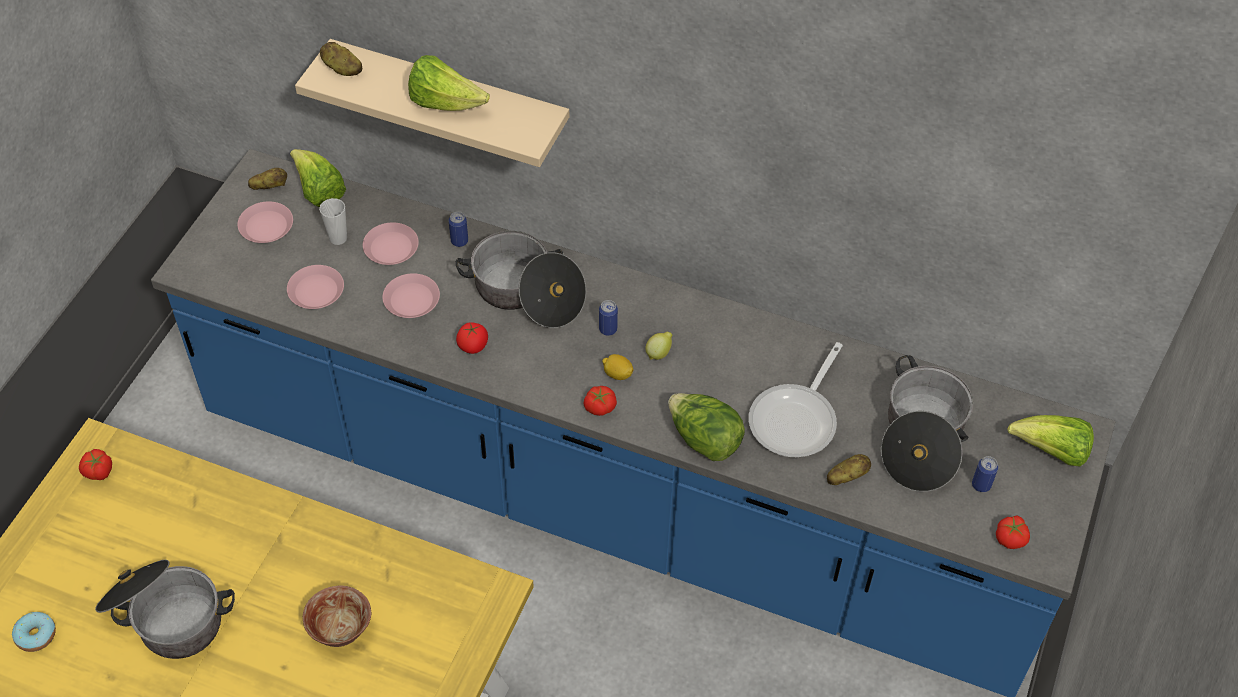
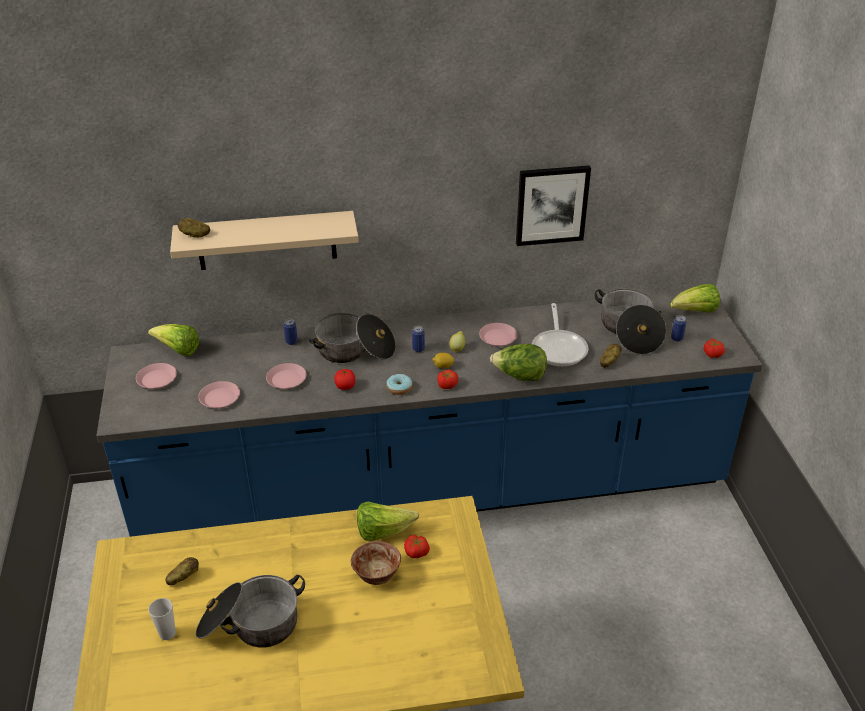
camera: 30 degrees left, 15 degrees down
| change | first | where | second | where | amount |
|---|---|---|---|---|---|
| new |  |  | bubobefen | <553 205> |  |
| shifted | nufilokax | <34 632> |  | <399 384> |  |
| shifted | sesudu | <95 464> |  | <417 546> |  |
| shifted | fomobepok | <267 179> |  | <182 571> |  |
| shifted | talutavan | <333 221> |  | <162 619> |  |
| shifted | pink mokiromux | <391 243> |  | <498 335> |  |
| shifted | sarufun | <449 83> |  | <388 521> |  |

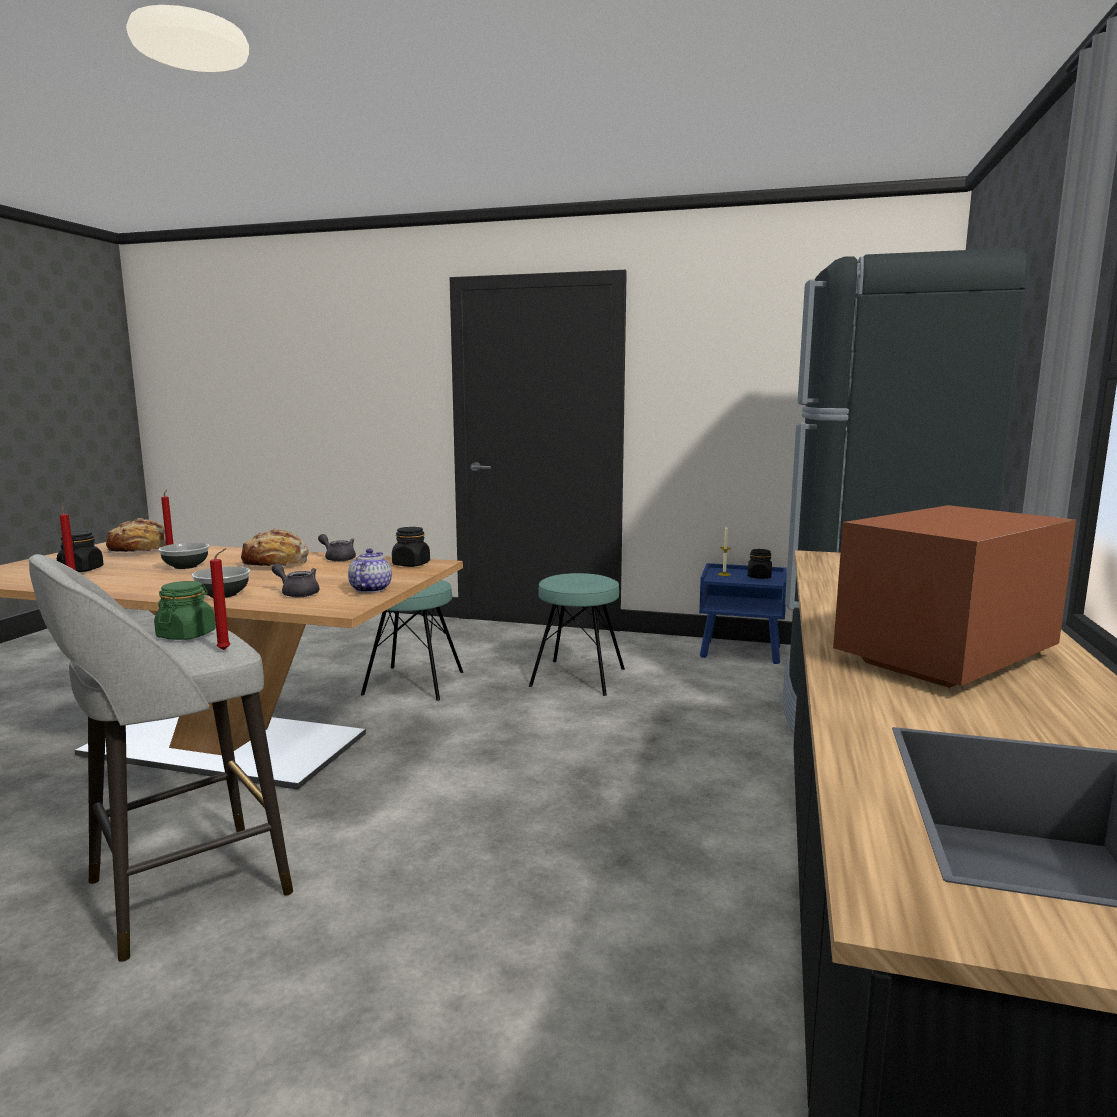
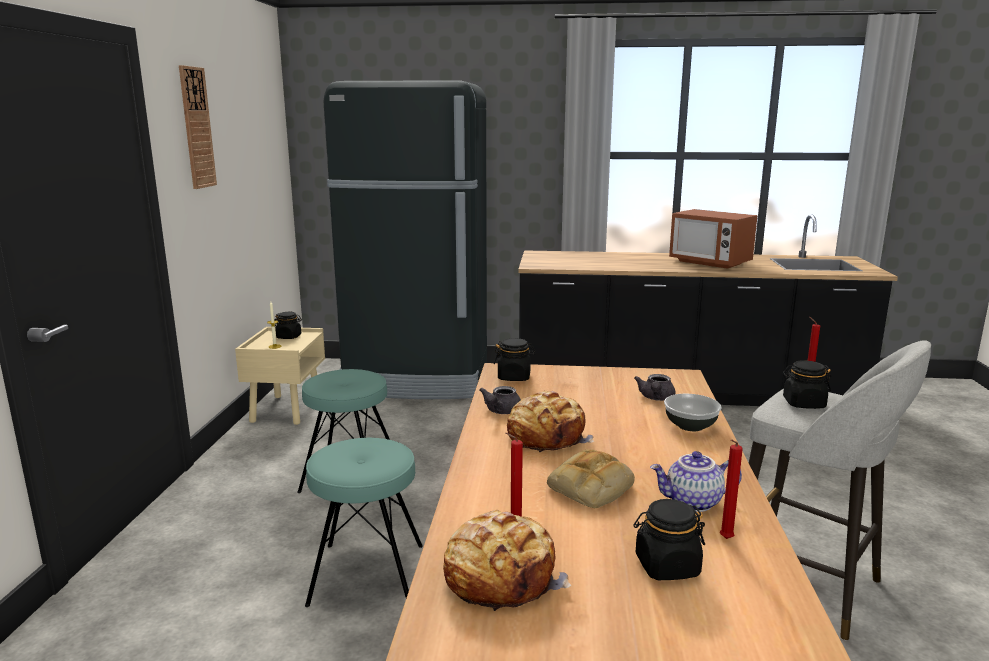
camera: 100 degrees left, 5 degrees up
| change | first | where | second | where | amount |
|---|---|---|---|---|---|
| new |  |  | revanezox | <198 127> |  |
| shifted | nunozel | <370 571> |  | <696 481> |  |
| swapped | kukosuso | <183 556> | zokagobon | <591 478> |  |
| repainted | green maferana | <185 610> | black maferana | <806 384> |  |
| repainted | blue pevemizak | <743 613> | beige pevemizak | <280 376> |  |

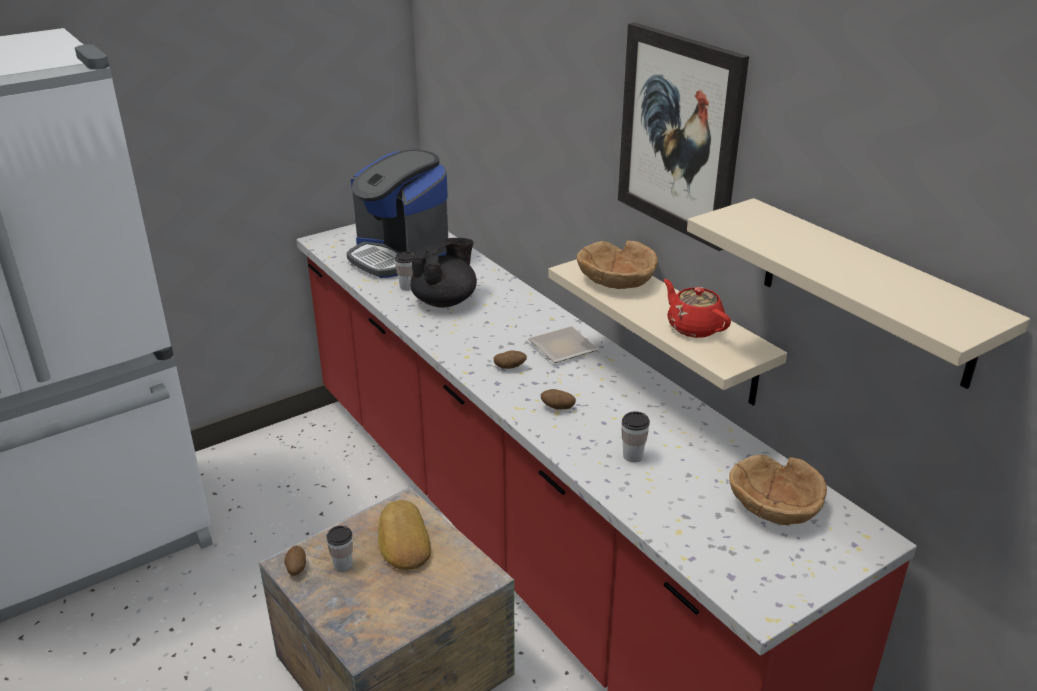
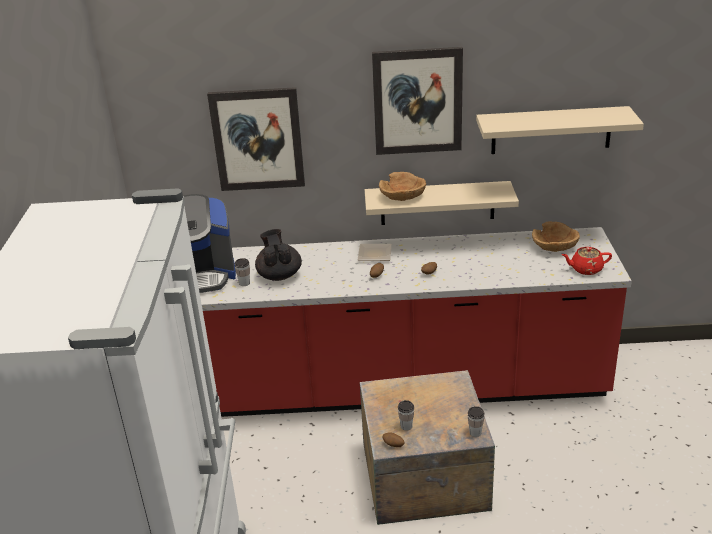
camera: 55 degrees left, 0 degrees up
| change | first | where | second | where | amount |
|---|---|---|---|---|---|
| gone | zokagobon | <404 535> |  |  |  |
| new |  |  | bubobefen | <256 139> |  |
| shifted | talutavan | <635 436> |  | <476 421> |  |
| shifted | red nunozel | <697 308> |  | <586 261> |  |

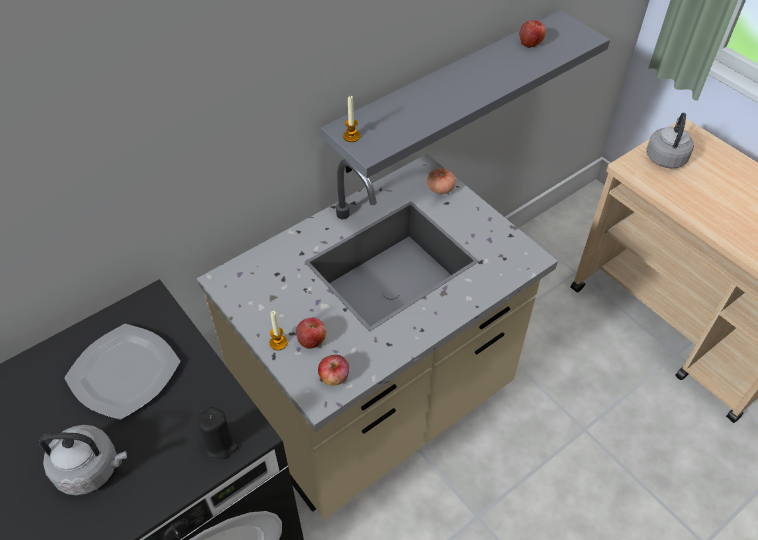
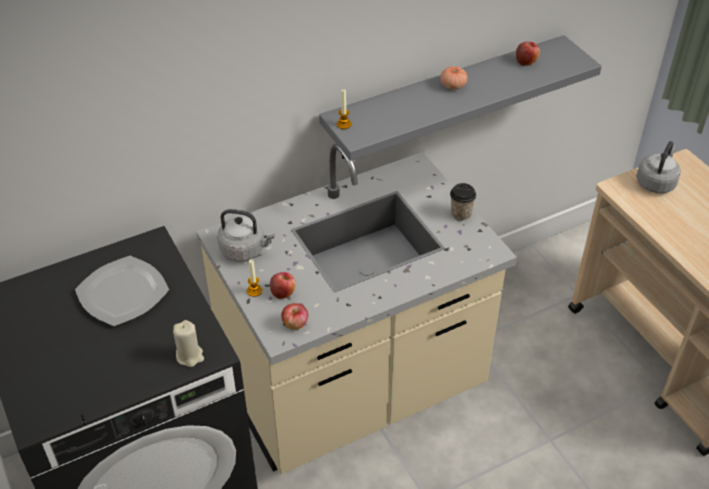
camera: 10 degrees right, 5 degrees down
| change | first | where | second | where | amount |
|---|---|---|---|---|---|
| new |  |  | talutavan | <463 202> |  |
| shifted | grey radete | <83 460> |  | <246 235> |  |
| shifted | sesudu | <441 181> |  | <454 78> |  |
| repainted | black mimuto | <218 433> | beige mimuto | <188 343> |  |

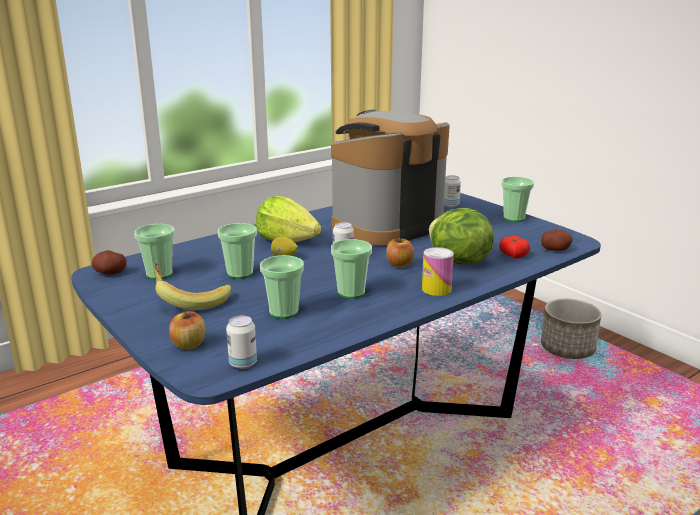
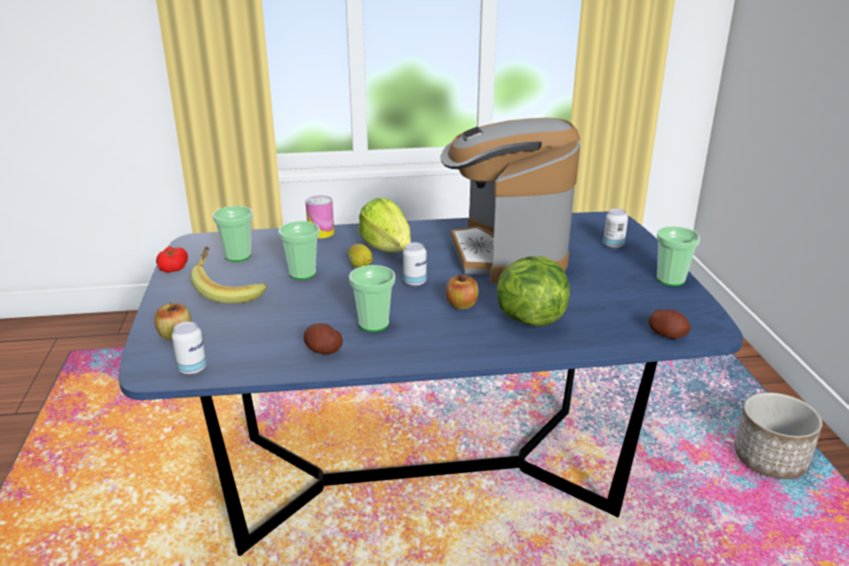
camera: 30 degrees right, 5 degrees up
| change | first | where | second | where | amount |
|---|---|---|---|---|---|
| gone | talutavan | <282 287> |  |  |  |
| shifted | fomobepok | <109 262> |  | <323 338> |  |
| shifted | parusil | <438 271> |  | <319 217> |  |
| shifted | sesudu | <514 247> |  | <172 259> |  |
| rotated | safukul | <390 178> |  | <510 200> | 90 degrees counterclockwise |

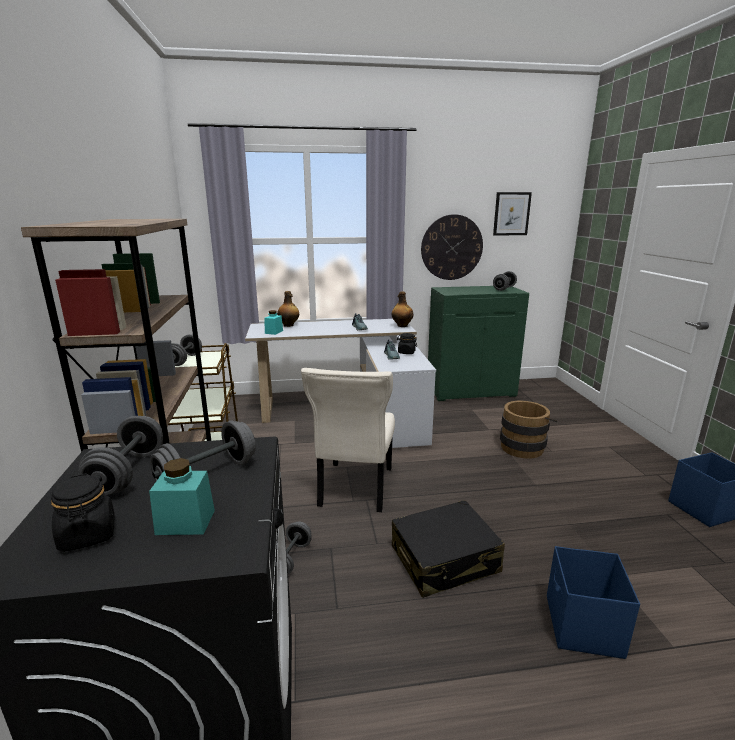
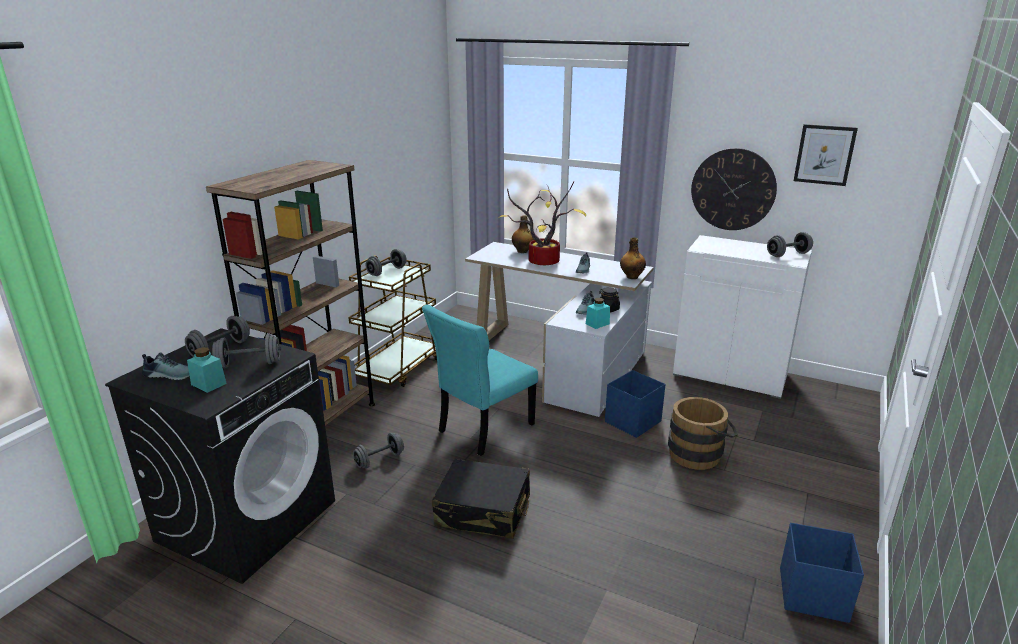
camera: 35 degrees right, 5 degrees up
| change | first | where | second | where | amount |
|---|---|---|---|---|---|
| new |  |  | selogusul | <542 223> |  |
| shifted | turquoise maferana | <273 322> |  | <598 313> |  |
| shifted | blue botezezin | <593 602> |  | <635 404> |  |
| swapped | black maferana | <82 512> | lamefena | <165 366> |  |
| repainted | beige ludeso | <348 440> | turquoise ludeso | <480 380> |  |
| repainted | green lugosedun | <478 343> | white lugosedun | <742 317> |  |

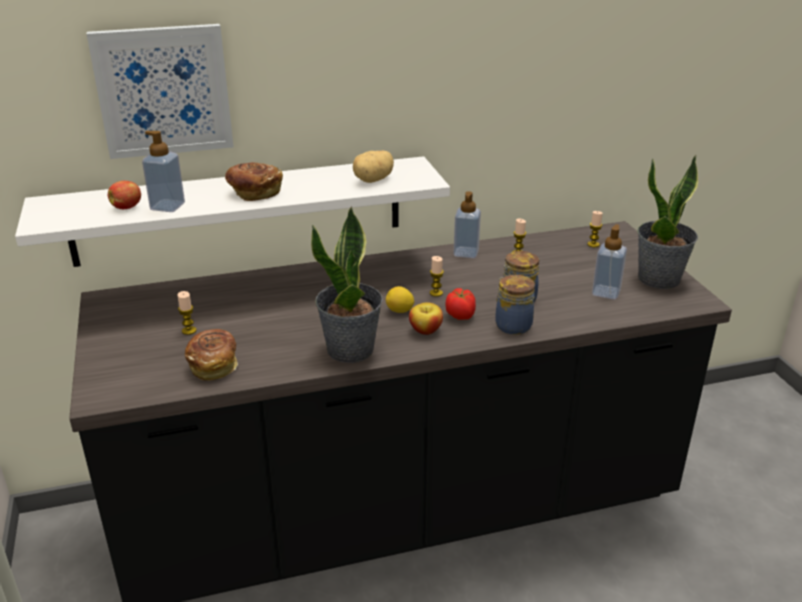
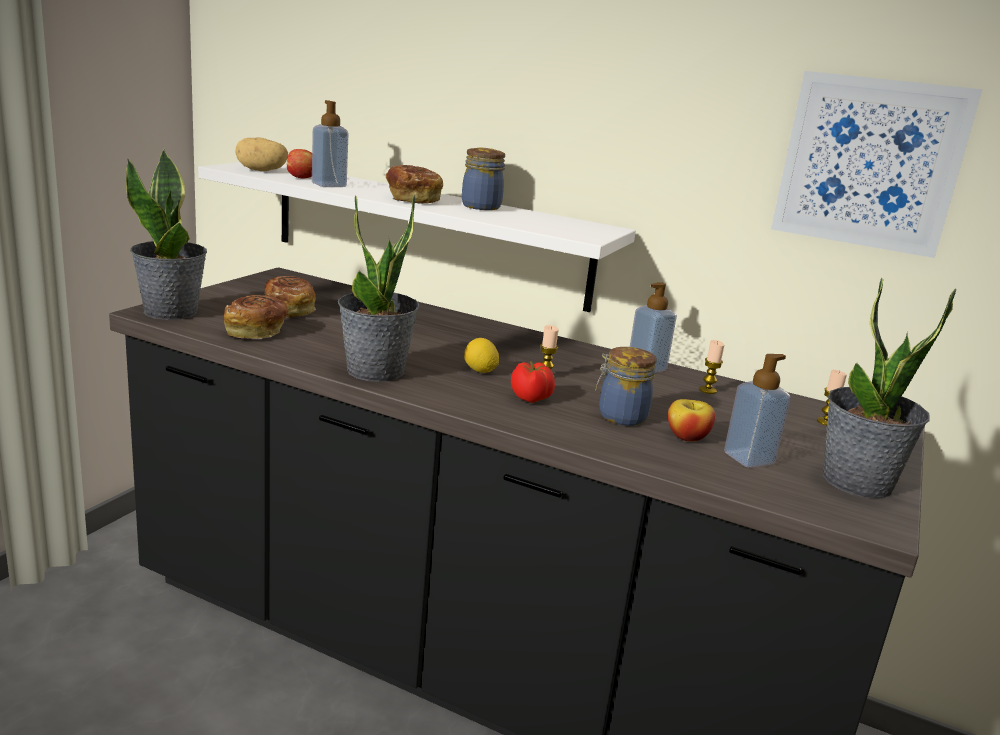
camera: 40 degrees right, 10 degrees down
| change | first | where | second | where | amount |
|---|---|---|---|---|---|
| new |  |  | selogusul | <166 234> |  |
| shifted | bubobefen | <160 91> |  | <877 164> |  |
| shifted | fomobepok | <373 167> |  | <261 154> |  |
| shifted | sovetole | <426 319> |  | <691 420> |  |
| shifted | maferana | <515 305> |  | <483 179> |  |
| swapped | mimuto | <187 313> | zokagobon | <290 296> |  |

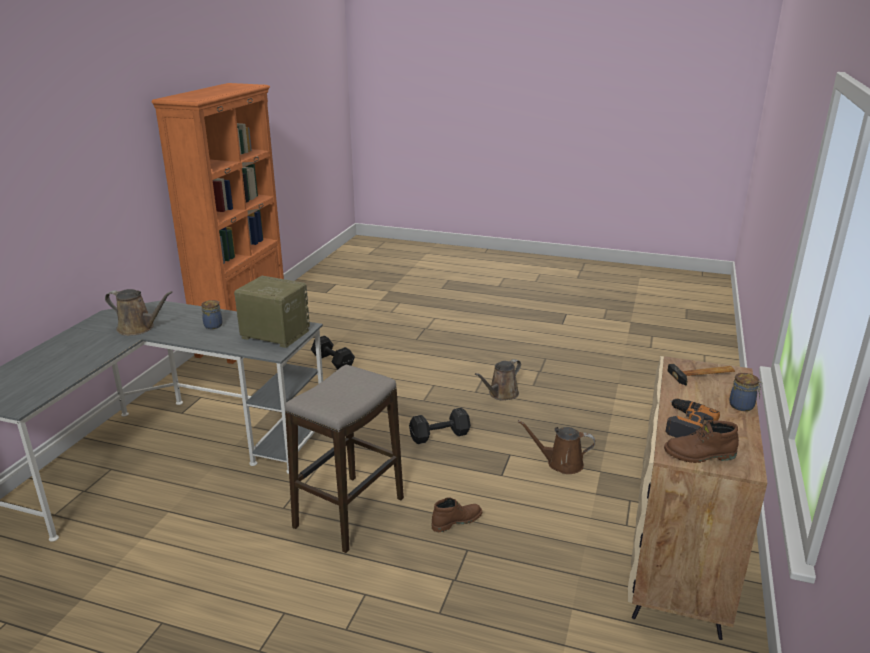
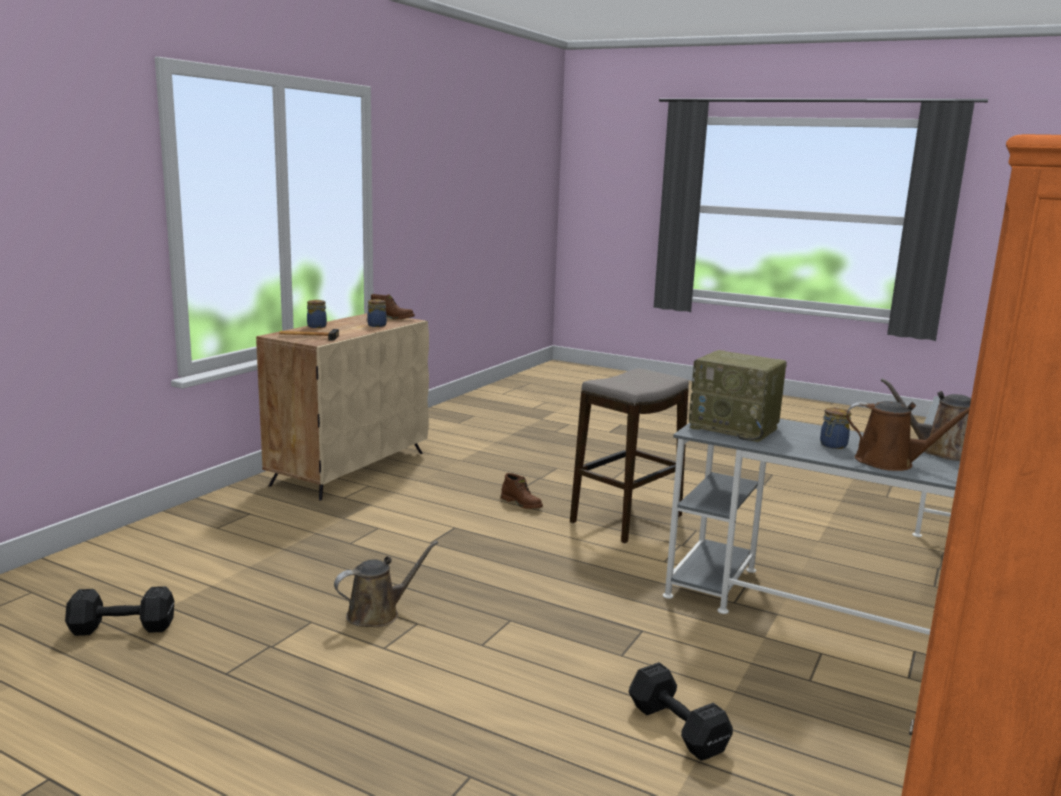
camera: 170 degrees left, 10 degrees down
| change | first | where | second | where | amount |
|---|---|---|---|---|---|
| shifted | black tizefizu | <440 426> |  | <119 611> |  |
| shifted | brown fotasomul | <556 447> |  | <908 436> |  |
| swapped | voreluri | <692 418> | maferana | <377 313> |  |
| rotated | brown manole | <457 514> |  | <522 491> | 120 degrees counterclockwise |

